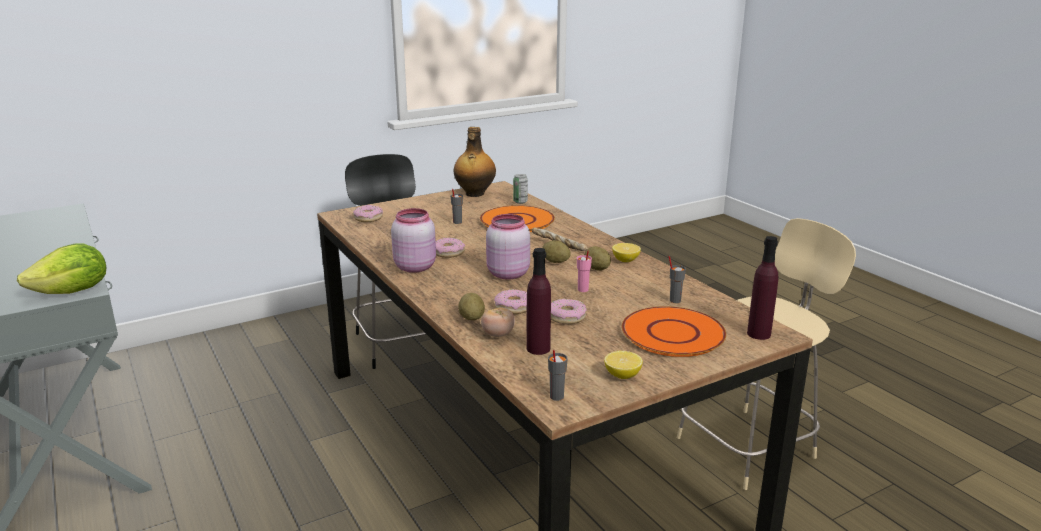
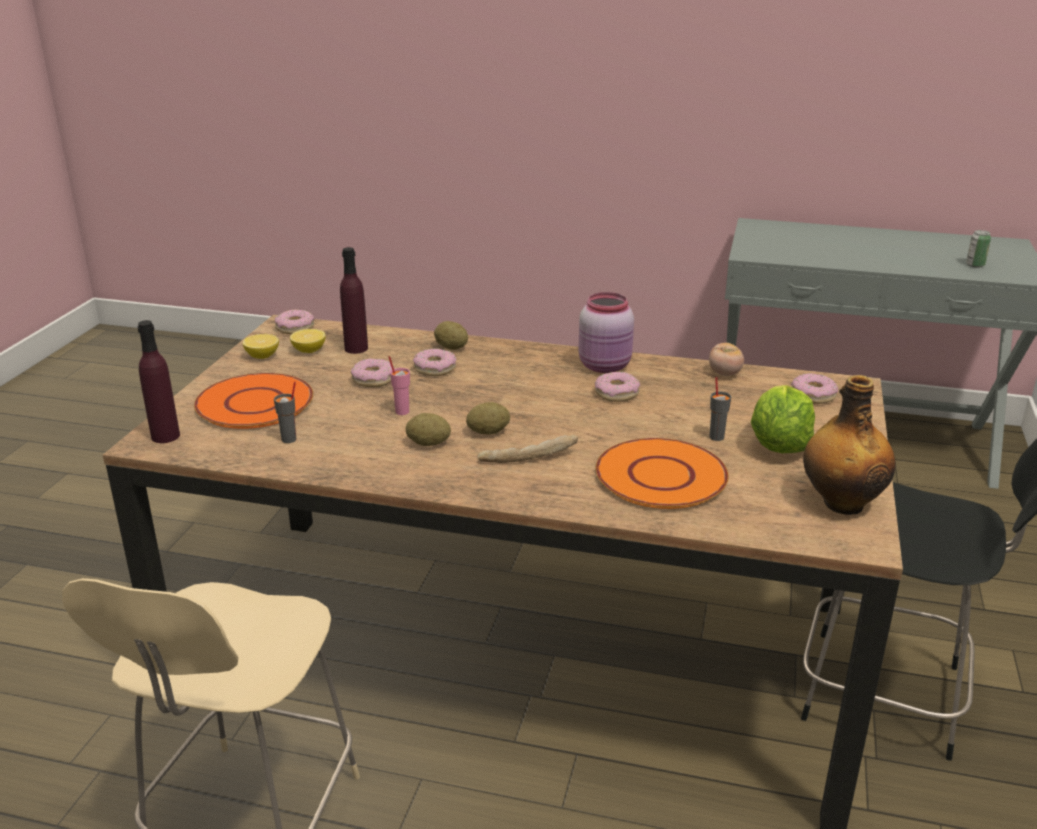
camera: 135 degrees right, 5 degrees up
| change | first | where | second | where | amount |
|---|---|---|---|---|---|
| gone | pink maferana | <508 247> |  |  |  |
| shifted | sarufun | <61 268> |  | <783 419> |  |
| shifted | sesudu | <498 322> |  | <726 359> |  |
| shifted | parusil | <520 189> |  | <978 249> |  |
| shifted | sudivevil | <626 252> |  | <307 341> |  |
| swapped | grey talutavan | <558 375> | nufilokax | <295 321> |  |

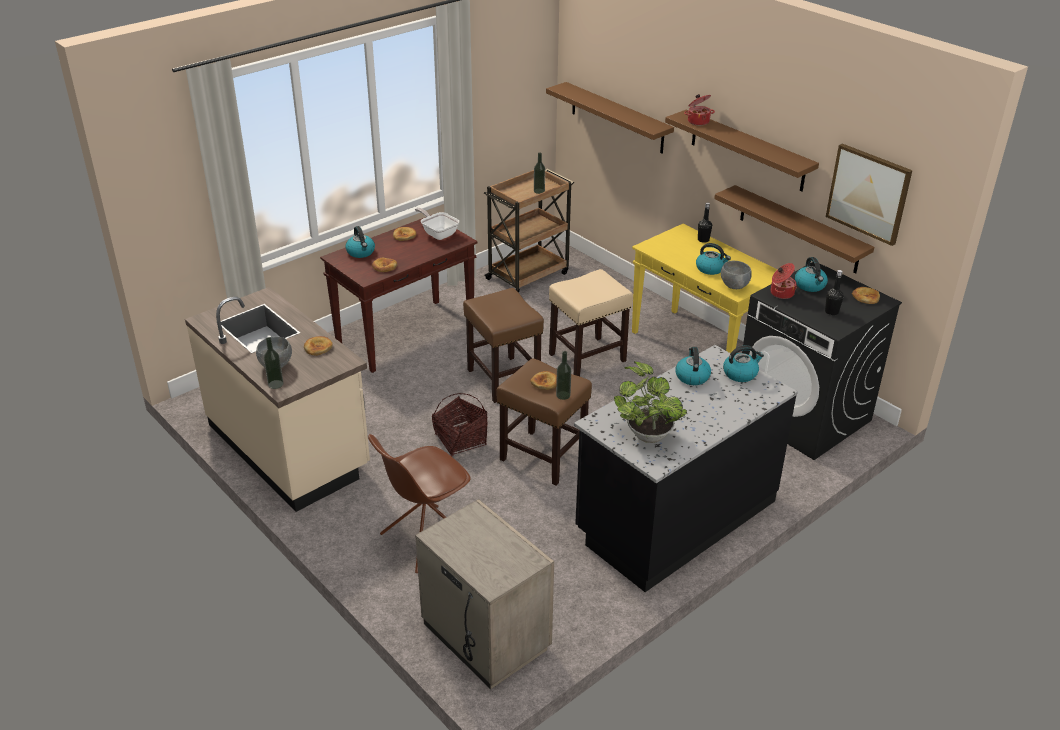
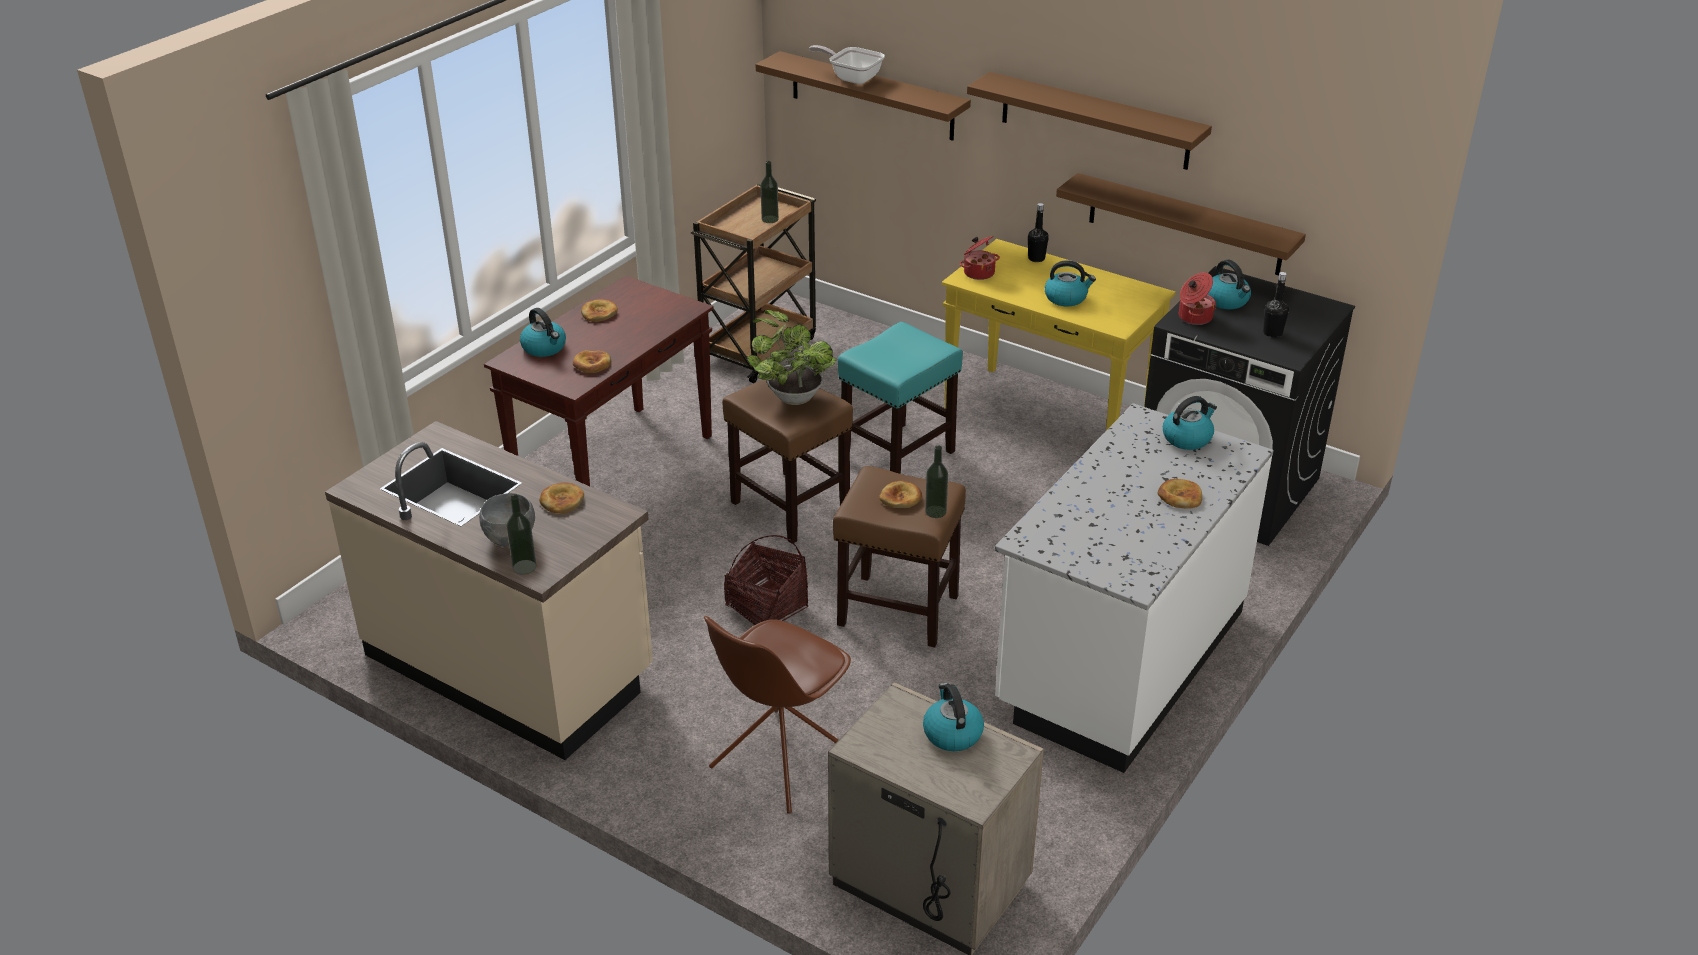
camera: 15 degrees left, 0 degrees up
| change | first | where | second | where | amount |
|---|---|---|---|---|---|
| gone | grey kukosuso | <736 275> |  |  |  |
| gone | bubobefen | <869 195> |  |  |  |
| shifted | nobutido | <437 224> |  | <847 64> |  |
| shifted | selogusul | <650 402> |  | <792 357> |  |
| shifted | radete | <693 366> |  | <953 717> |  |
| shifted | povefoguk | <699 110> |  | <980 258> |  |
| shifted | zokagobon | <866 295> |  | <1180 494> |  |
| repainted | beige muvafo | <591 322> | turquoise muvafo | <900 398> |  |
| repainted | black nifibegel | <686 468> | white nifibegel | <1134 588> |  |

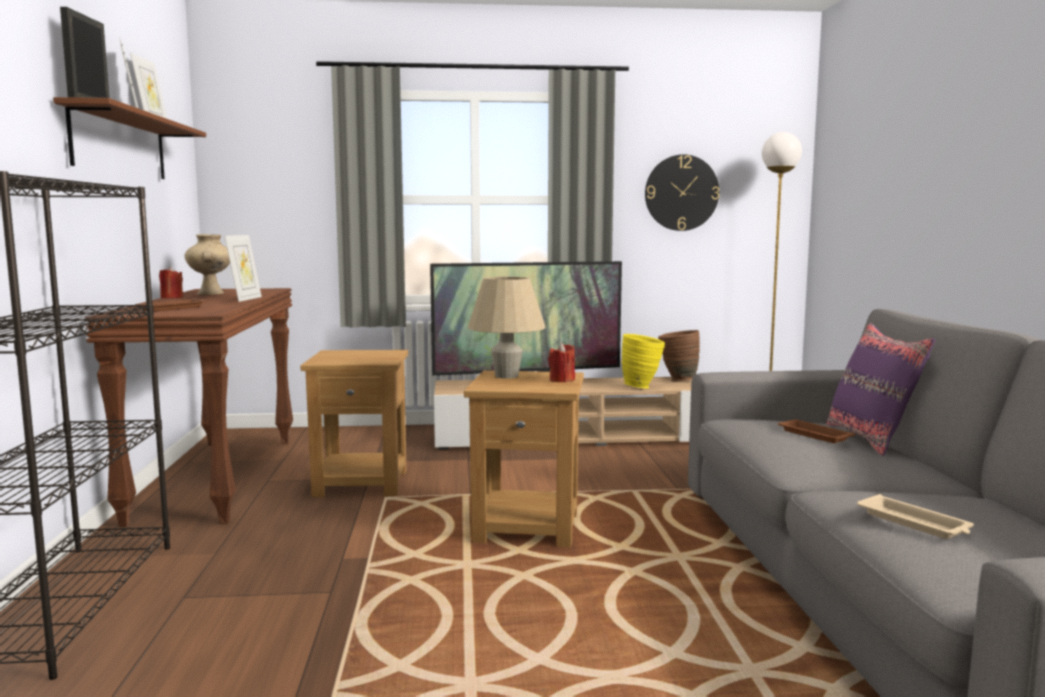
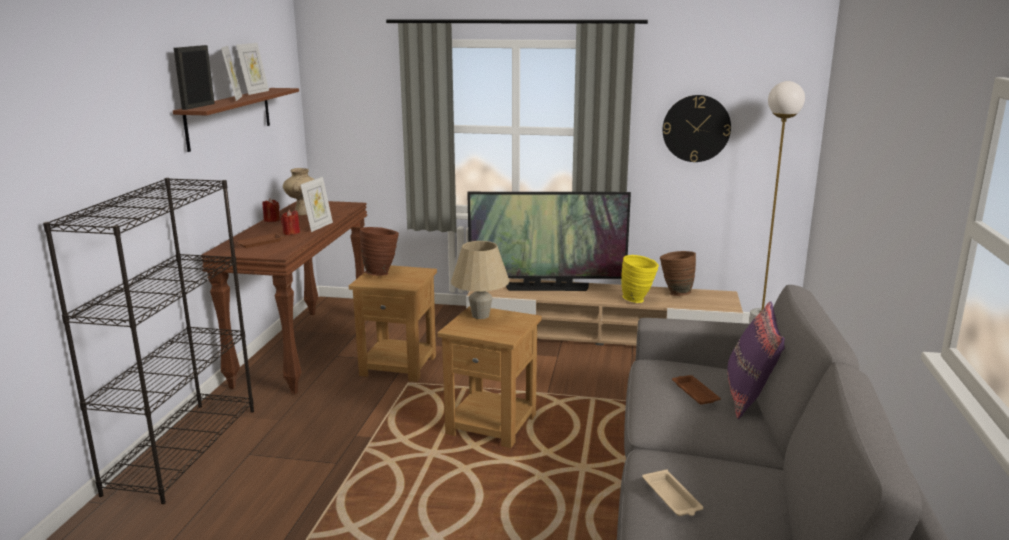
camera: 15 degrees right, 10 degrees up
| change | first | where | second | where | amount |
|---|---|---|---|---|---|
| new |  |  | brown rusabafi | <379 251> |  |
| shifted | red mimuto | <561 362> |  | <290 222> |  |

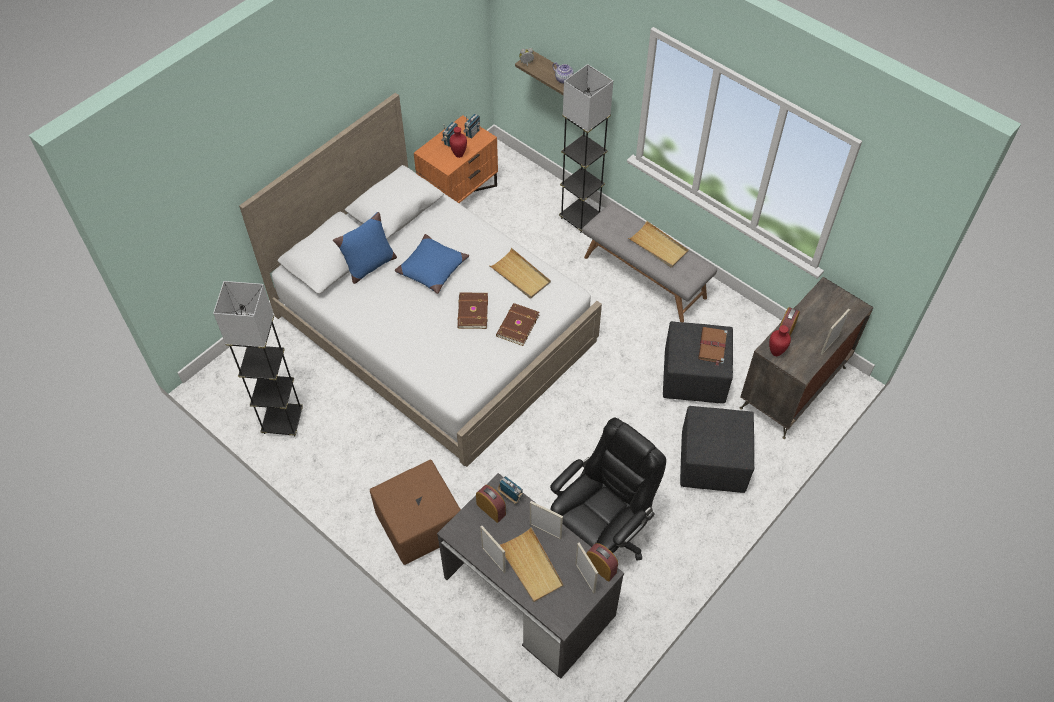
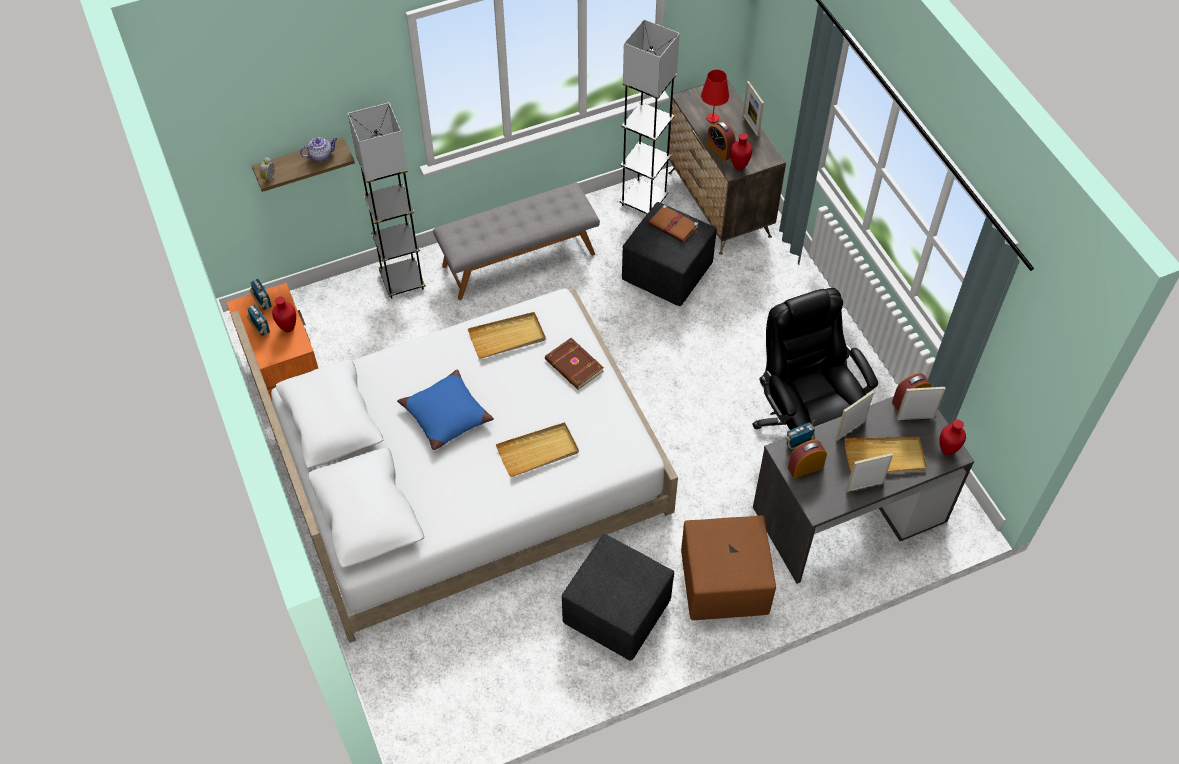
camera: 65 degrees left, 0 degrees up
| change | first | where | second | where | amount |
|---|---|---|---|---|---|
| gone | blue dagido | <365 248> |  |  |  |
| gone | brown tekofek | <472 311> |  |  |  |
| new |  |  | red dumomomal | <715 96> |  |
| new |  |  | red rusabafi | <952 437> |  |
| shifted | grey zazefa | <258 359> |  | <650 116> |  |
| shifted | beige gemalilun | <658 244> |  | <537 449> |  |
| shifted | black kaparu | <717 449> |  | <618 597> |  |

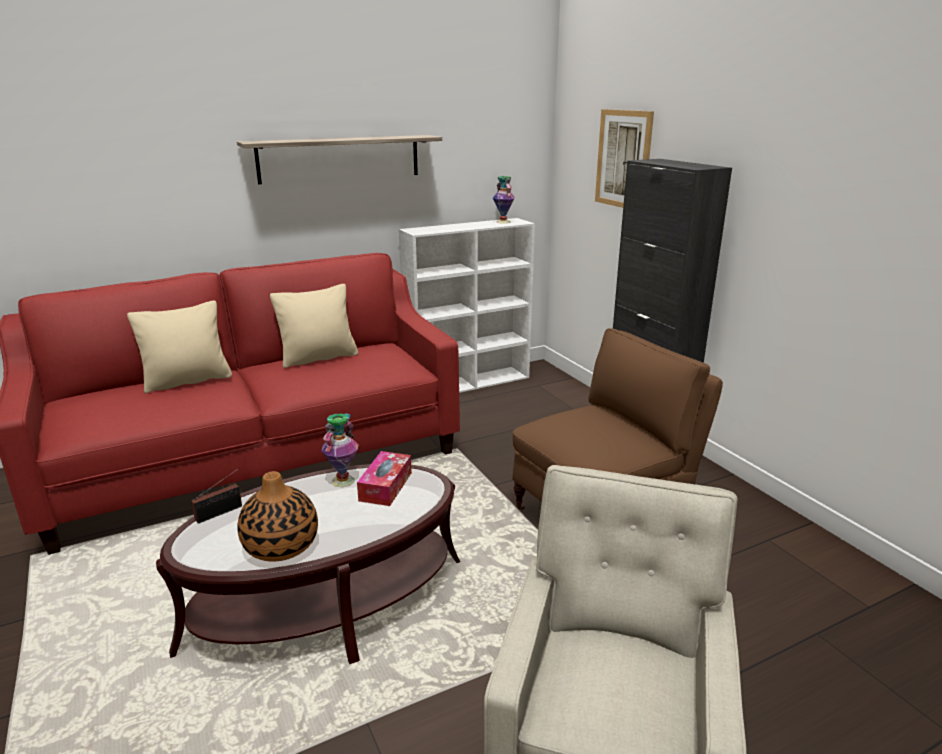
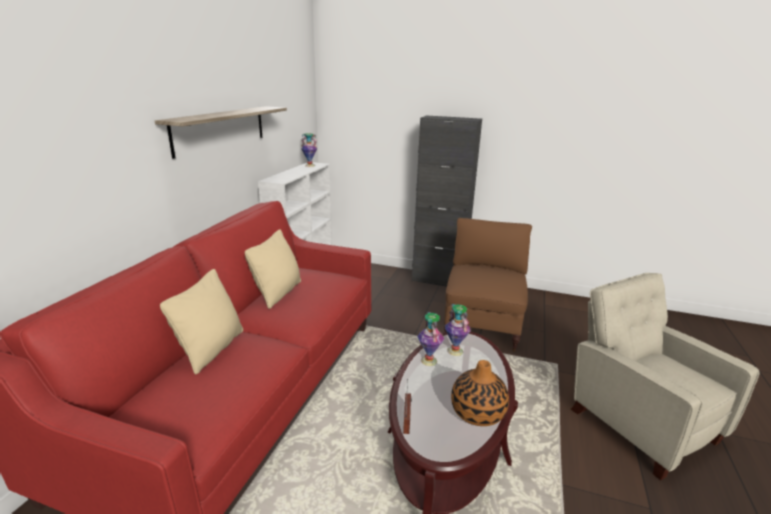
camera: 45 degrees left, 0 degrees up
| change | first | where | second | where | amount |
|---|---|---|---|---|---|
| gone | bubobefen | <624 158> |  |  |  |
| swapped | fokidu | <384 478> | rusabafi | <458 330> |  |

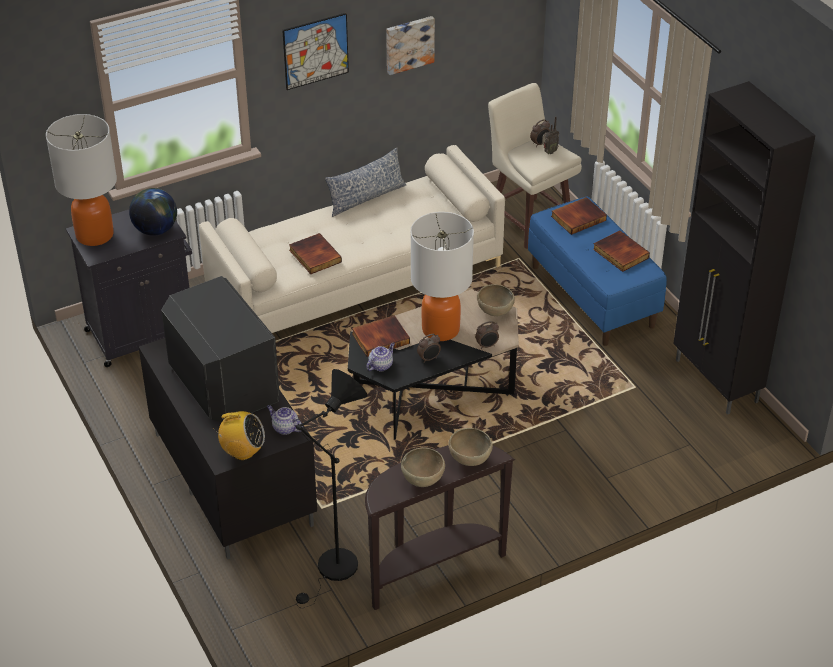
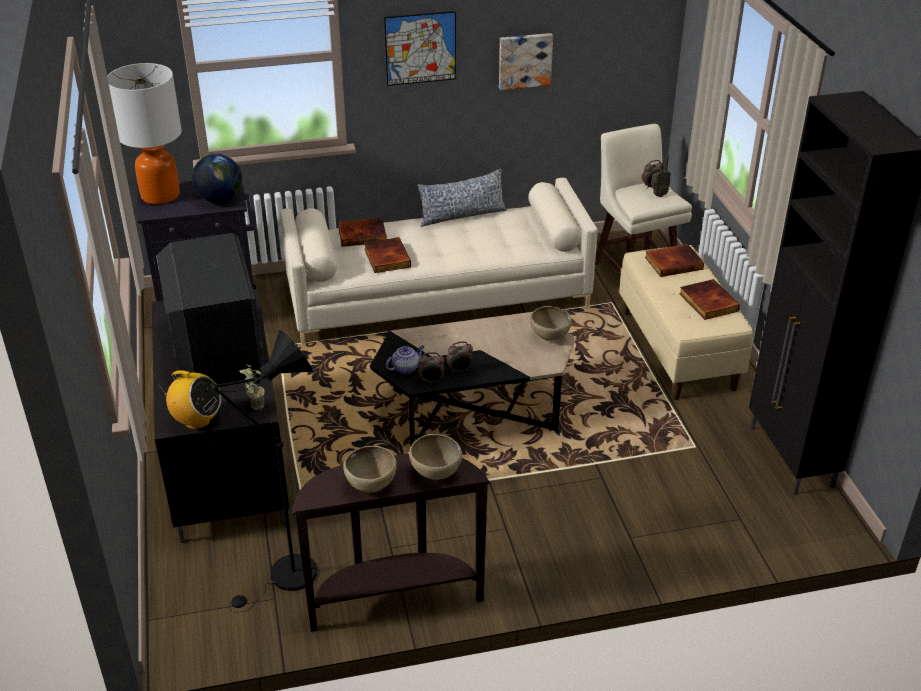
camera: 15 degrees right, 5 degrees down
| change | first | where | second | where | amount |
|---|---|---|---|---|---|
| gone | dumomomal | <442 276> |  |  |  |
| shifted | tekofek | <381 336> |  | <362 232> |  |
| shifted | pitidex | <487 335> |  | <431 367> |  |
| swapped | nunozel | <285 420> | selogusul | <252 387> |  |
| repainted | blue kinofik | <597 271> | beige kinofik | <686 322> |  |

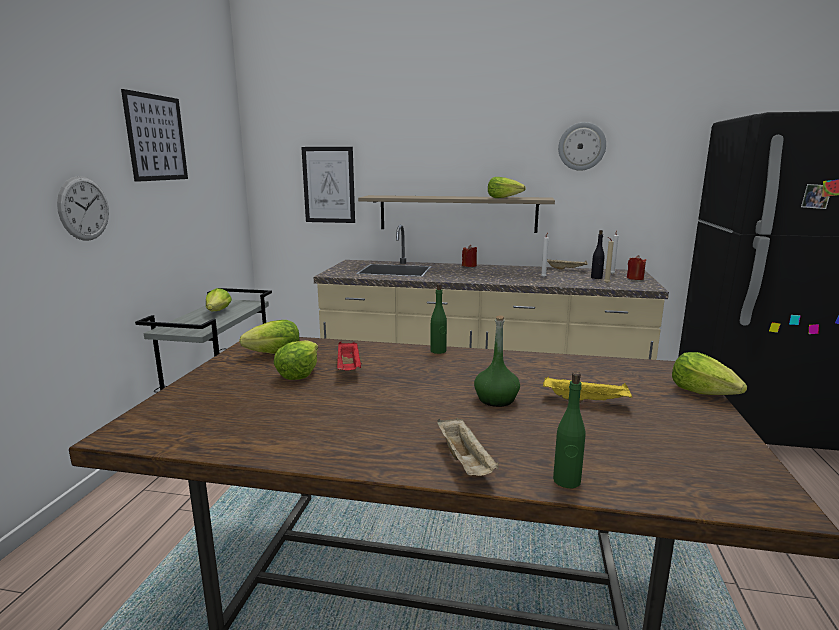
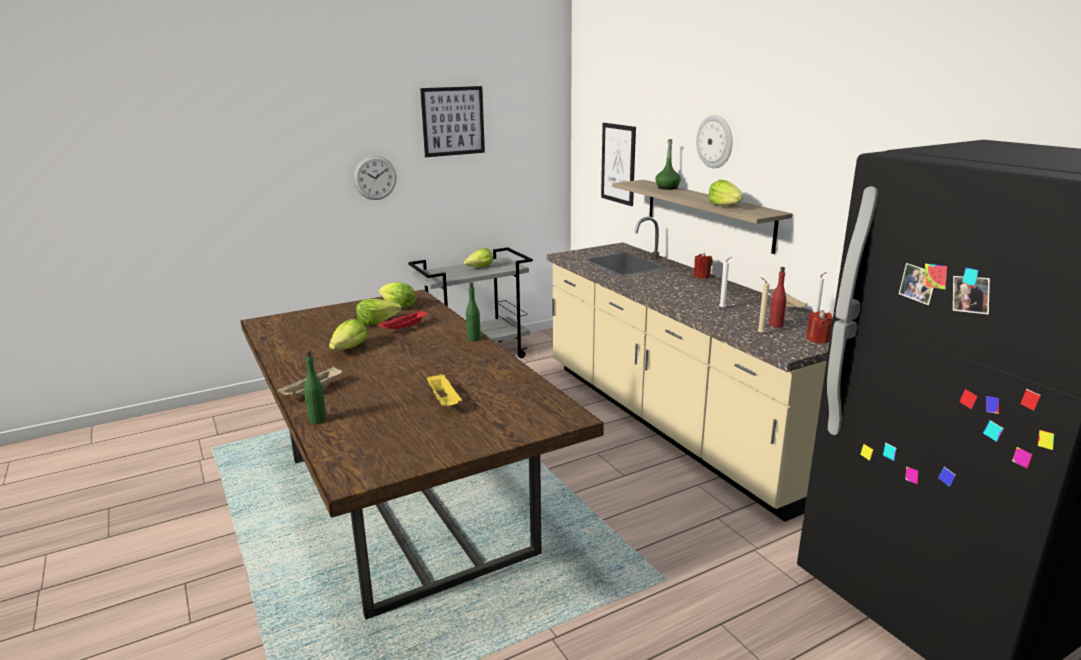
camera: 50 degrees right, 5 degrees up
| change | first | where | second | where | amount |
|---|---|---|---|---|---|
| shifted | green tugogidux | <497 361> |  | <668 164> |  |
| shifted | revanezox | <582 146> |  | <714 141> |  |
| shifted | sarufun | <709 373> |  | <348 334> |  |
| repainted | black tugogidux | <598 254> | red tugogidux | <778 297> |  |

